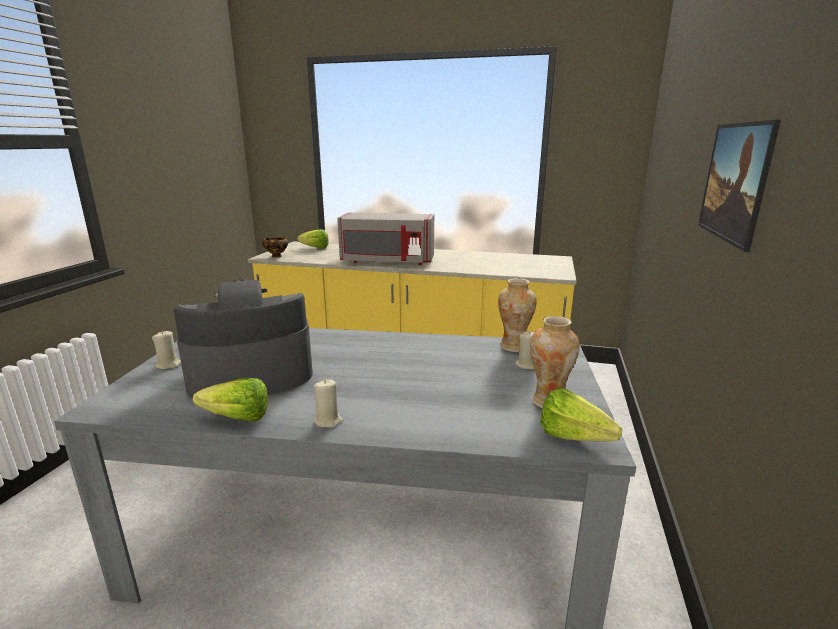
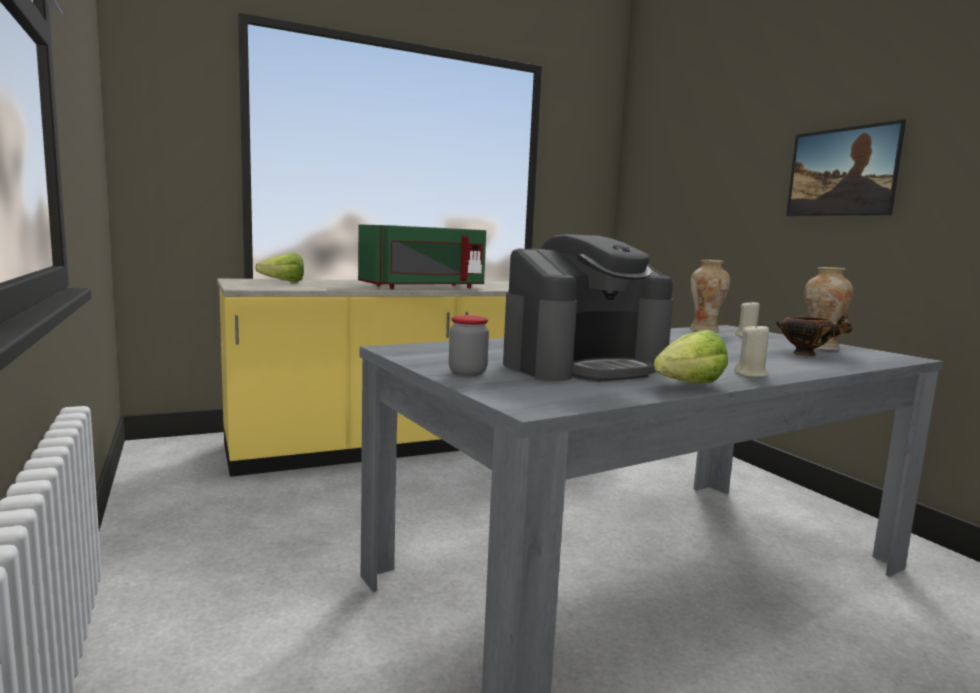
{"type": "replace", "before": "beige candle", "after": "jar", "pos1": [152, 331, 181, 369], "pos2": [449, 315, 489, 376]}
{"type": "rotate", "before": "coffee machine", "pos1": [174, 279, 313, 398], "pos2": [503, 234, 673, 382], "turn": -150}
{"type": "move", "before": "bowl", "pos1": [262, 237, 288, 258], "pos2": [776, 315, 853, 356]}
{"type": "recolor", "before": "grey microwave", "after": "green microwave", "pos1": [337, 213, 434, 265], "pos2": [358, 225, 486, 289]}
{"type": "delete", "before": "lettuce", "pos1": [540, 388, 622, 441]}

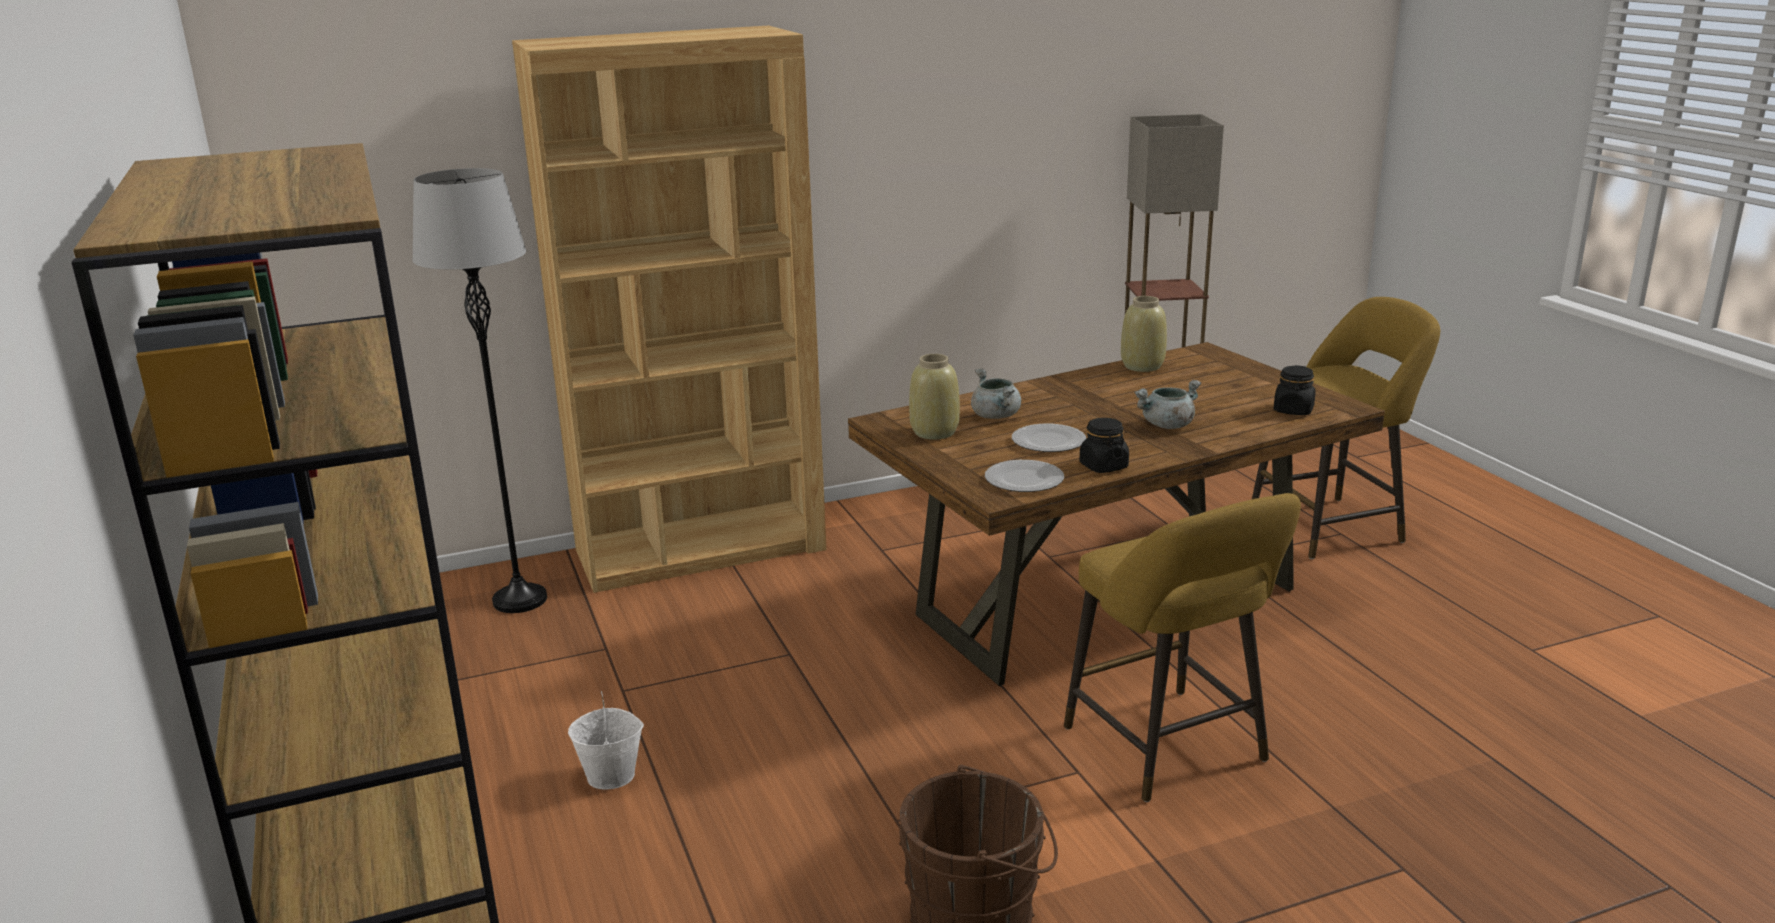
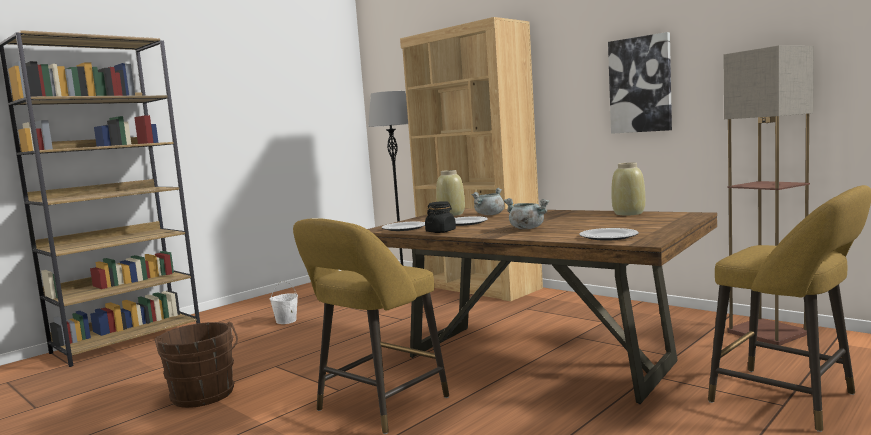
{"type": "replace", "before": "black jar", "after": "plate", "pos1": [1274, 365, 1316, 415], "pos2": [579, 228, 639, 241]}
{"type": "insert", "after": "picture", "pos2": [608, 32, 672, 134]}

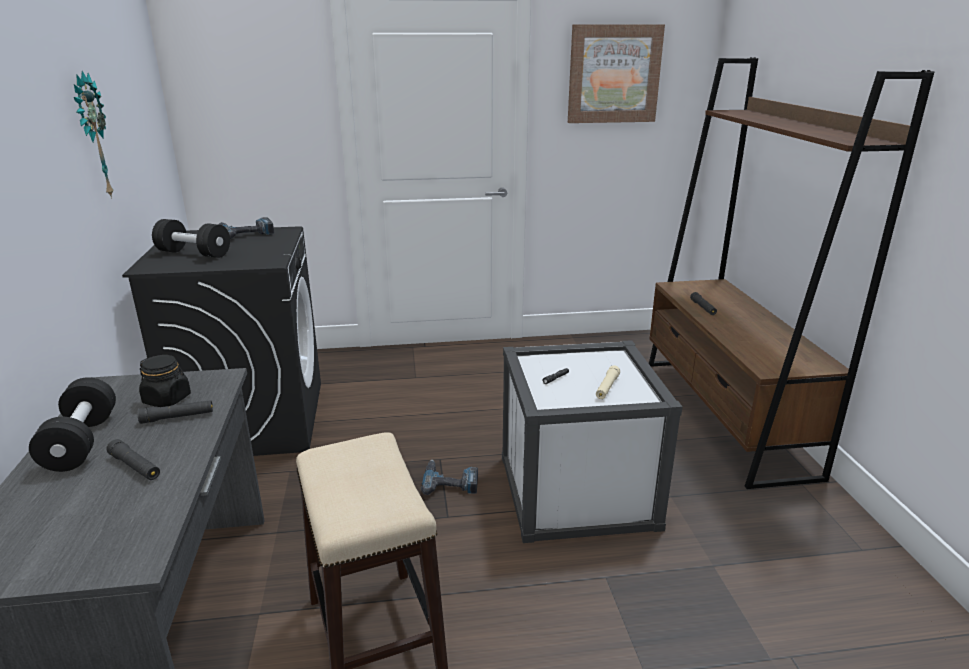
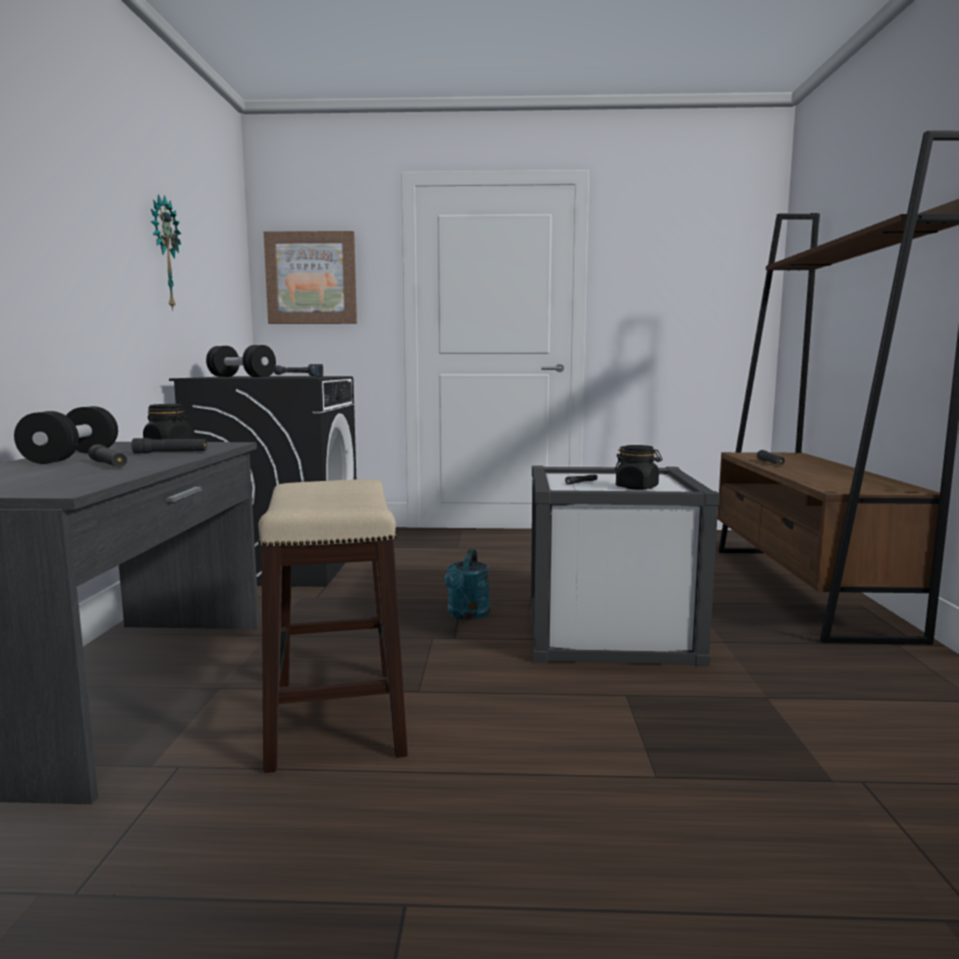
{"type": "replace", "before": "power drill", "after": "turquoise watering can", "pos1": [421, 460, 478, 495], "pos2": [444, 549, 490, 620]}
{"type": "move", "before": "picture", "pos1": [568, 24, 665, 123], "pos2": [264, 231, 357, 324]}
{"type": "replace", "before": "beige flashlight", "after": "black jar", "pos1": [596, 365, 620, 399], "pos2": [615, 445, 663, 490]}

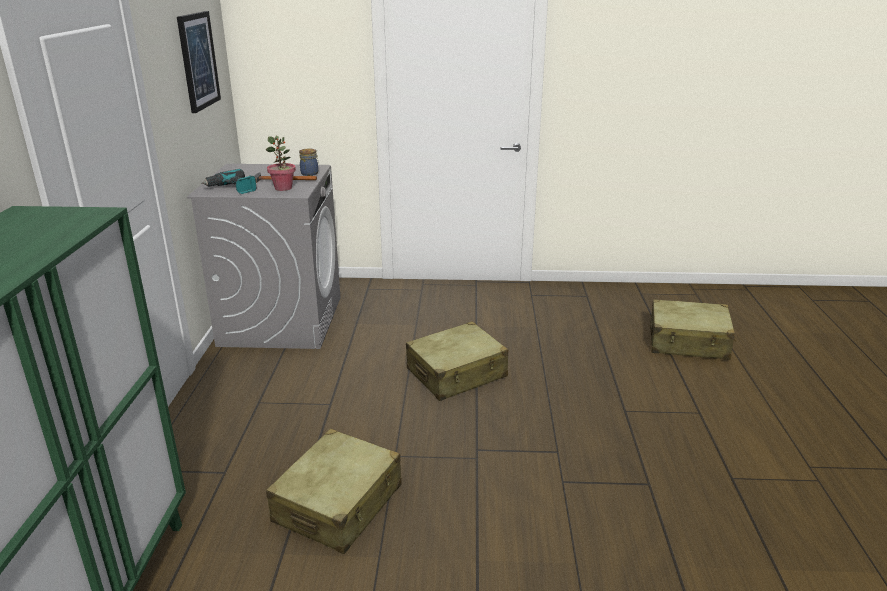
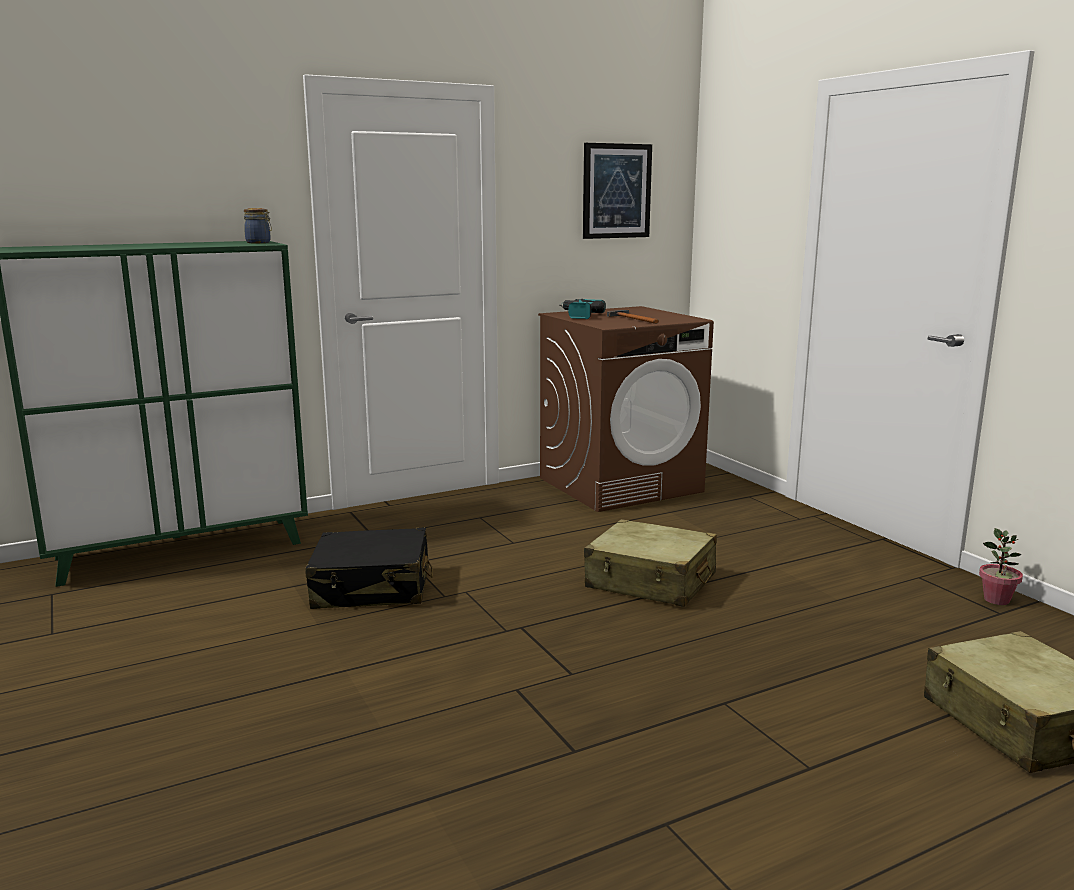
{"type": "recolor", "before": "grey washing machine", "after": "brown washing machine", "pos1": [187, 164, 340, 349], "pos2": [538, 306, 714, 512]}
{"type": "move", "before": "potted plant", "pos1": [266, 136, 296, 191], "pos2": [979, 528, 1023, 605]}
{"type": "recolor", "before": "beige suitcase", "after": "black suitcase", "pos1": [266, 429, 402, 554], "pos2": [305, 528, 433, 609]}
{"type": "move", "before": "jar", "pos1": [299, 149, 319, 176], "pos2": [244, 208, 272, 243]}

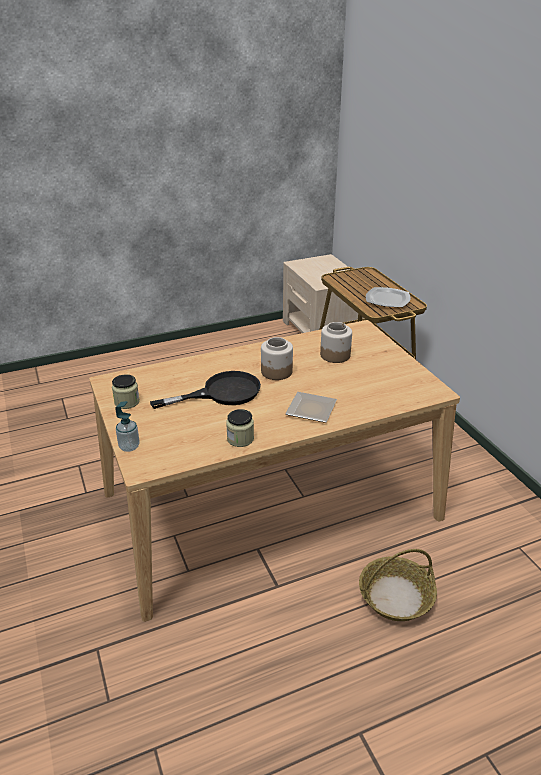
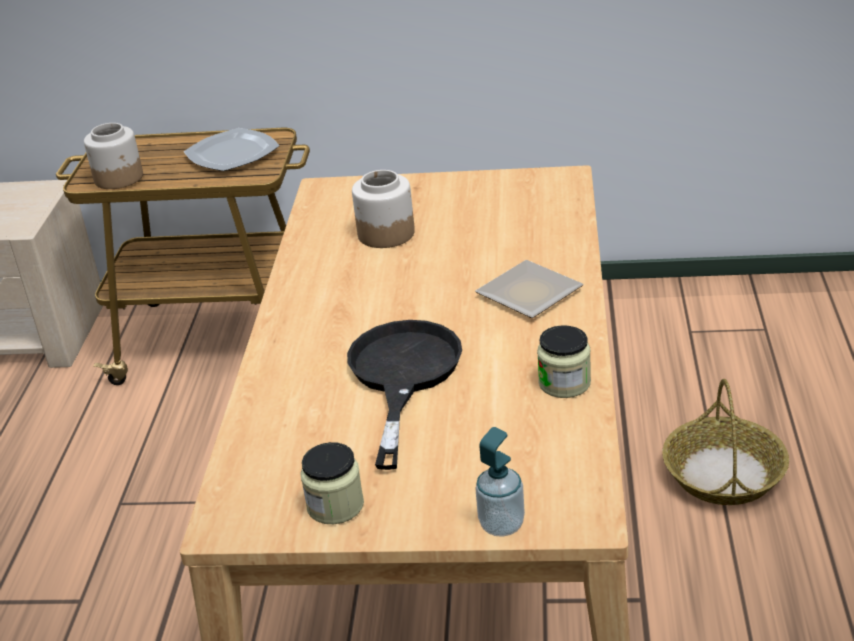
{"type": "move", "before": "jar", "pos1": [261, 337, 293, 380], "pos2": [84, 123, 143, 189]}

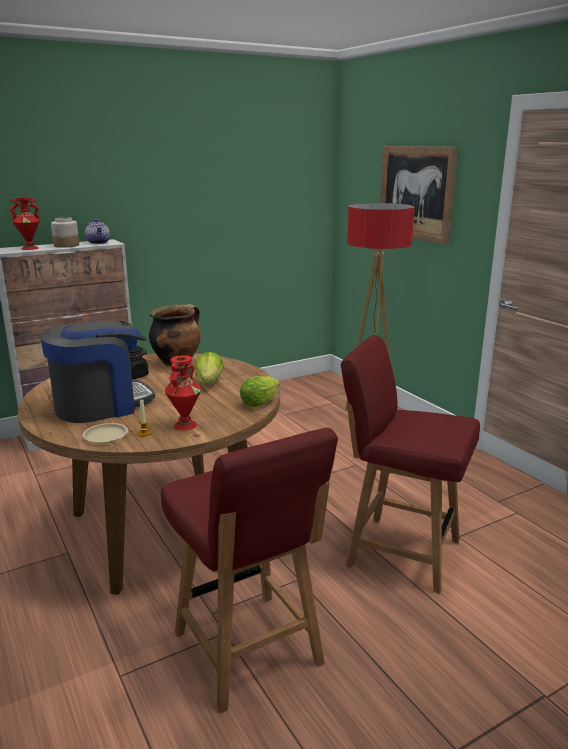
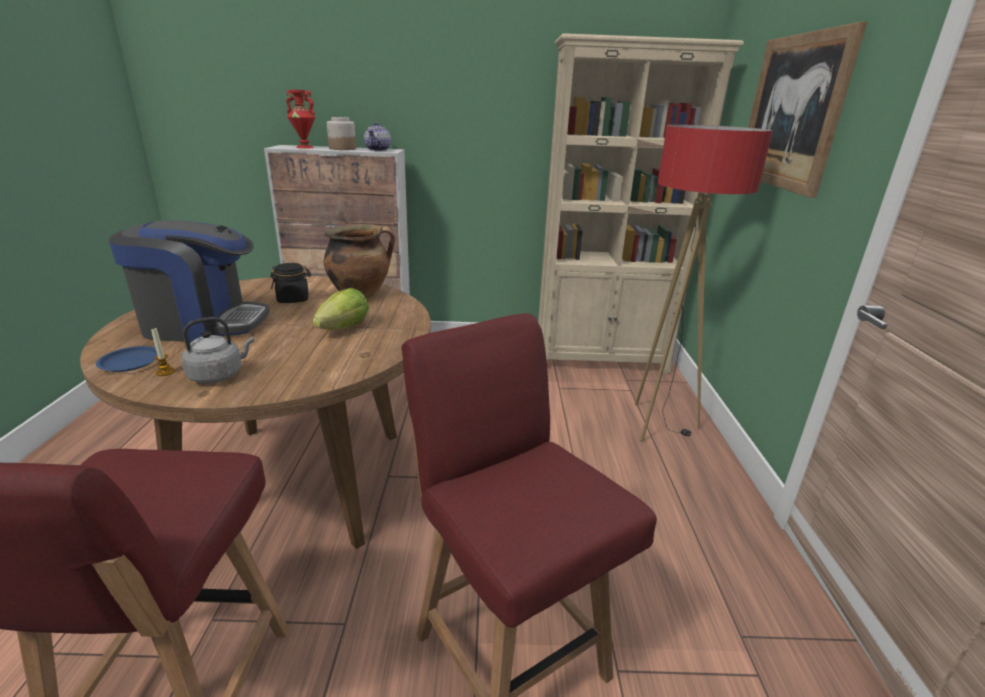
{"type": "recolor", "before": "beige plate", "after": "blue plate", "pos1": [82, 423, 128, 443], "pos2": [96, 346, 158, 372]}
{"type": "replace", "before": "red vase", "after": "grey kettle", "pos1": [165, 355, 202, 431], "pos2": [181, 317, 254, 383]}
{"type": "delete", "before": "lettuce", "pos1": [240, 376, 280, 407]}
{"type": "insert", "after": "beige bookcase", "pos2": [538, 33, 744, 373]}

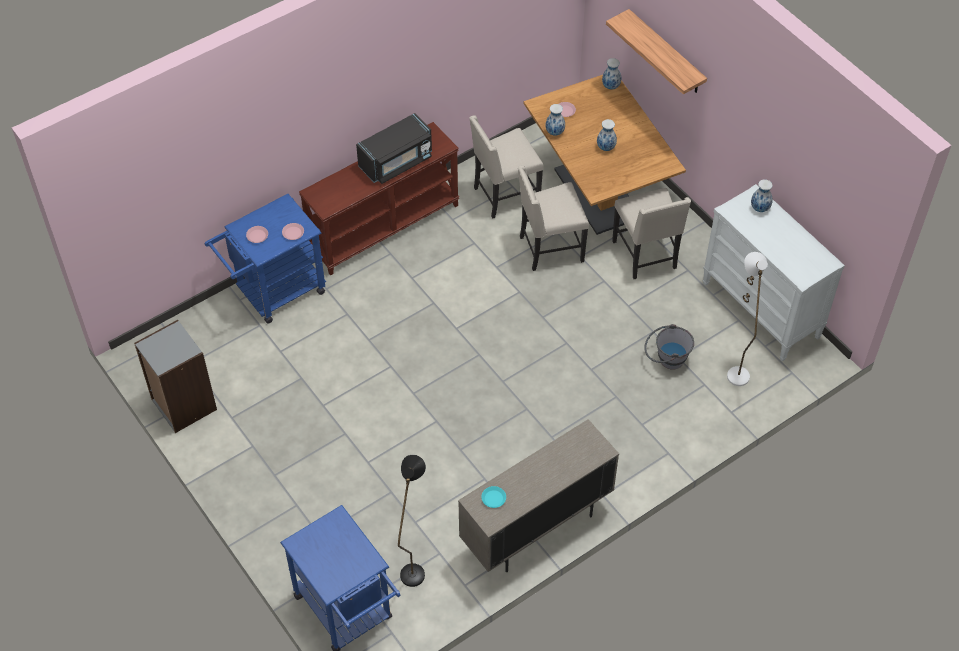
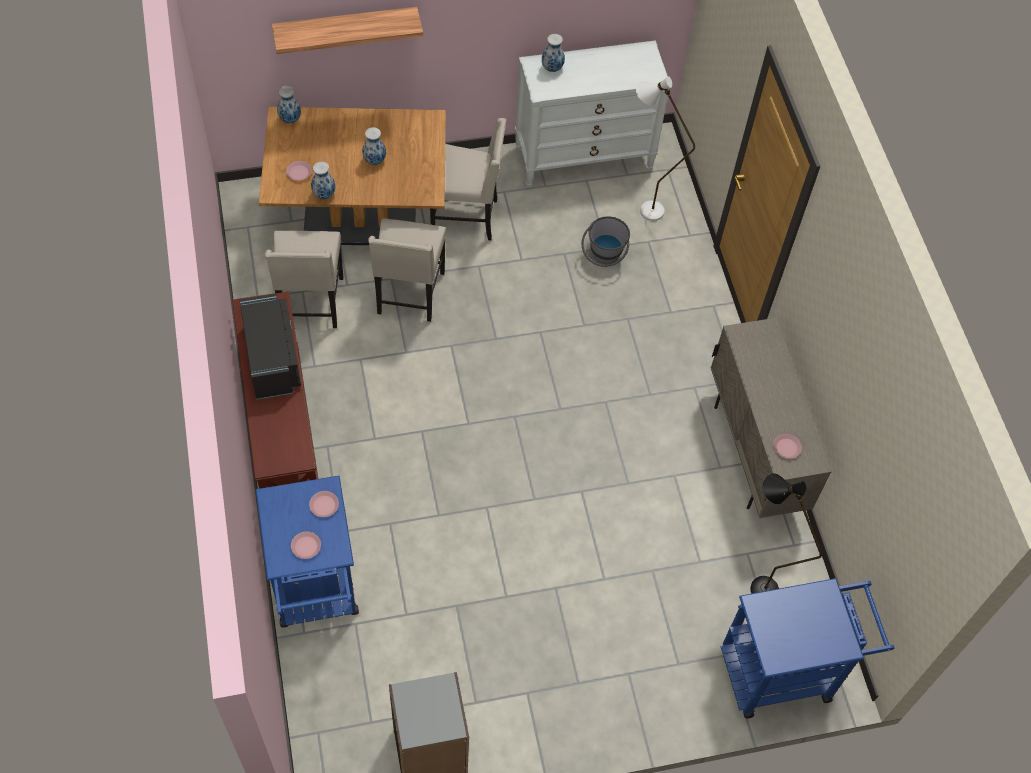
{"type": "recolor", "before": "turquoise plate", "after": "pink plate", "pos1": [481, 486, 506, 508], "pos2": [774, 434, 802, 459]}

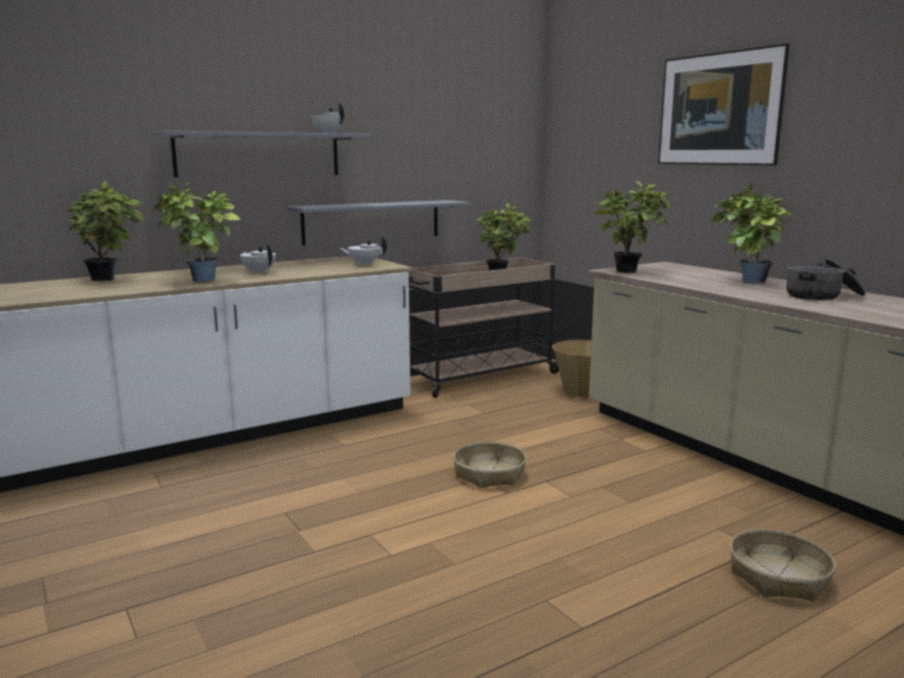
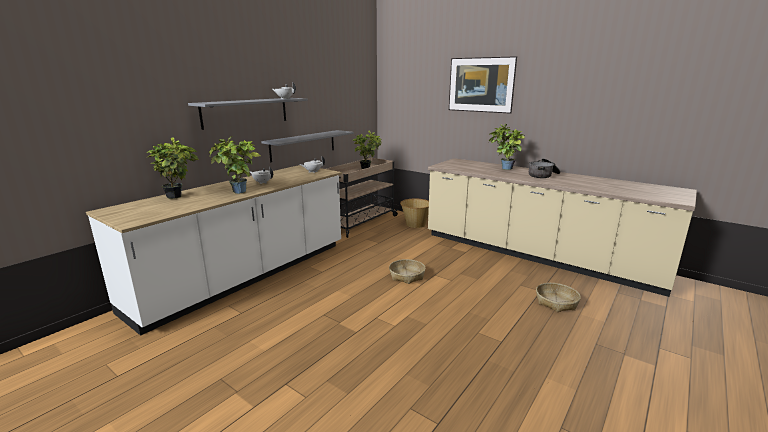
{"type": "delete", "before": "potted plant", "pos1": [593, 181, 671, 273]}

